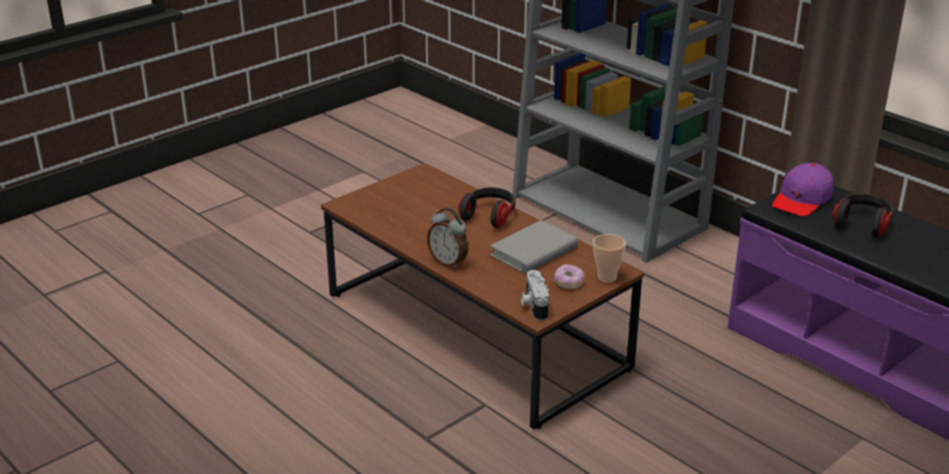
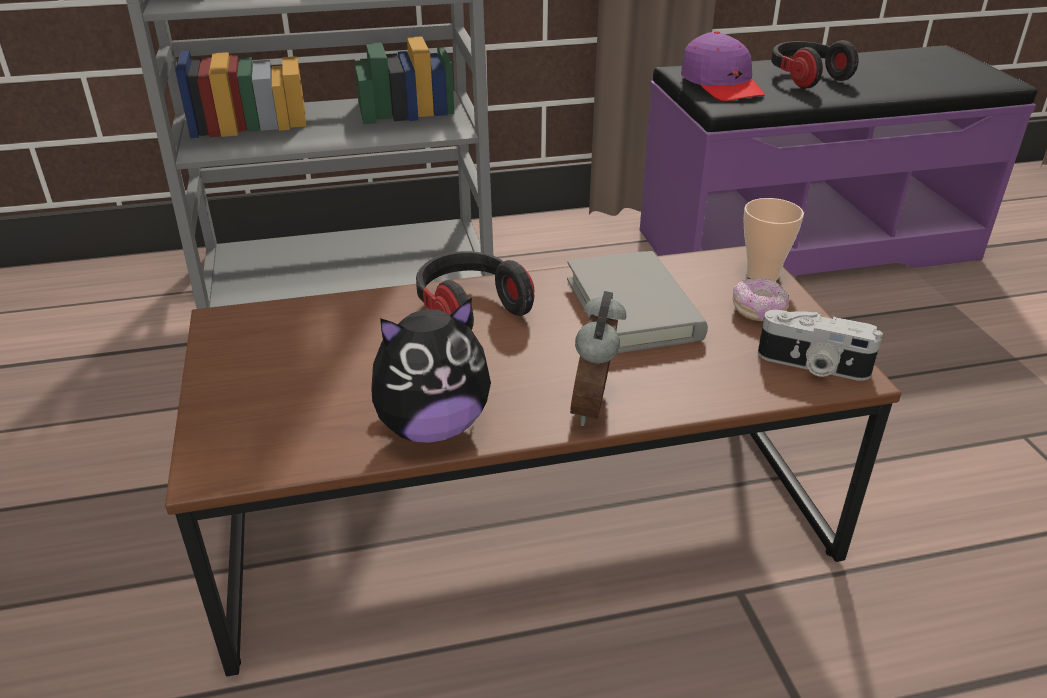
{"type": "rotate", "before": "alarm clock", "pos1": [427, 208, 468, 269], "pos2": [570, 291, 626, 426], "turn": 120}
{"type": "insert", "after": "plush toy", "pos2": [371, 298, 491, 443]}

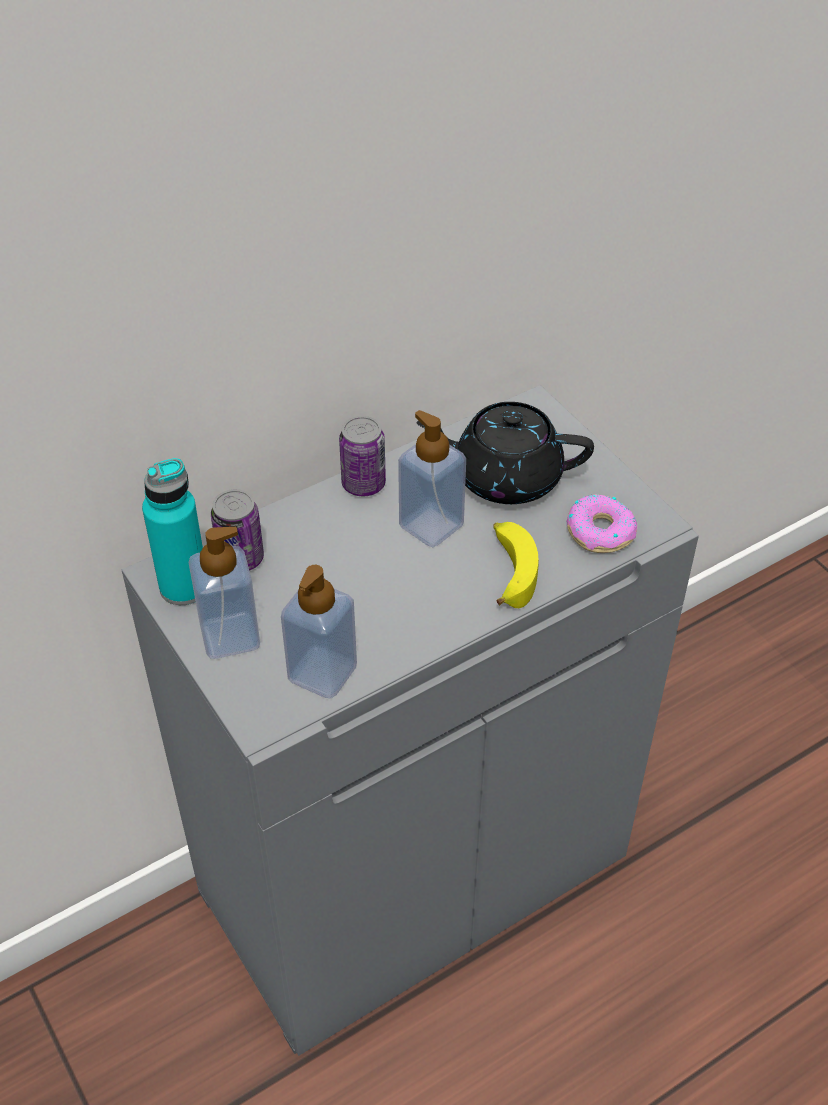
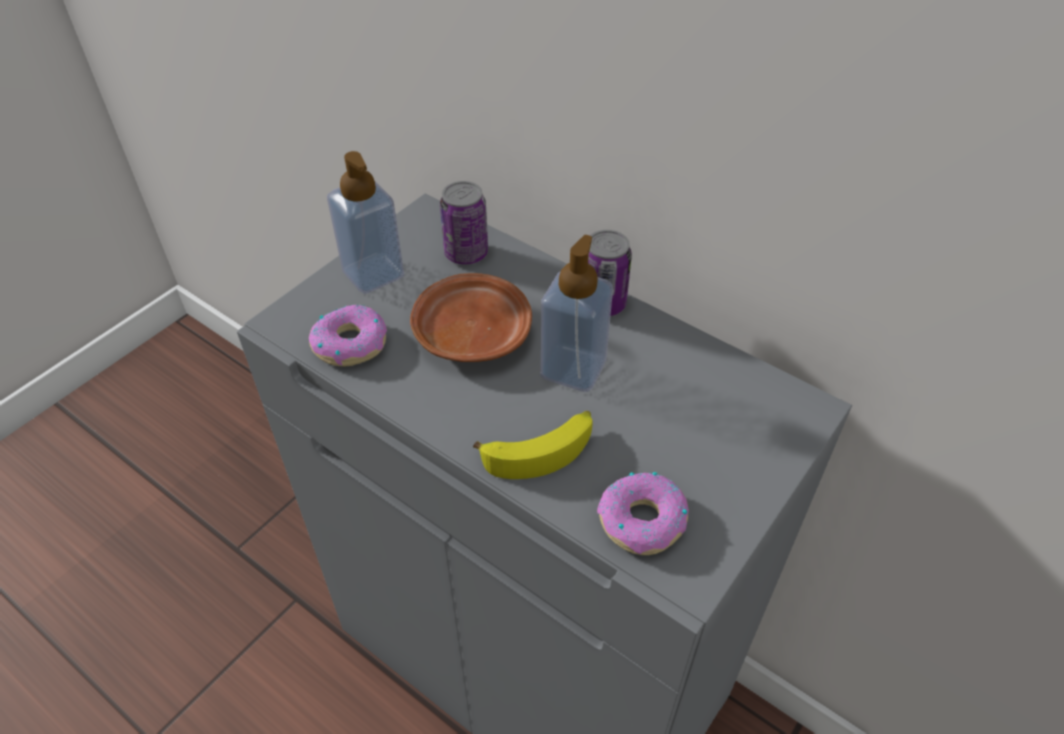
{"type": "delete", "before": "turquoise bottle", "pos1": [142, 458, 203, 605]}
{"type": "replace", "before": "soap dispenser", "after": "donut", "pos1": [281, 565, 357, 698], "pos2": [309, 304, 387, 367]}
{"type": "delete", "before": "black teapot", "pos1": [416, 402, 594, 504]}
{"type": "insert", "after": "brown plate", "pos2": [410, 273, 532, 362]}

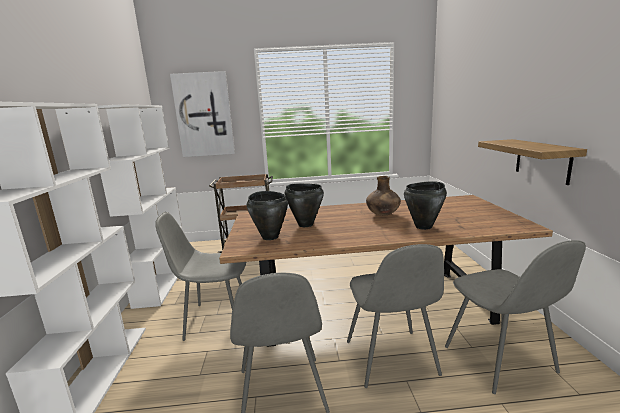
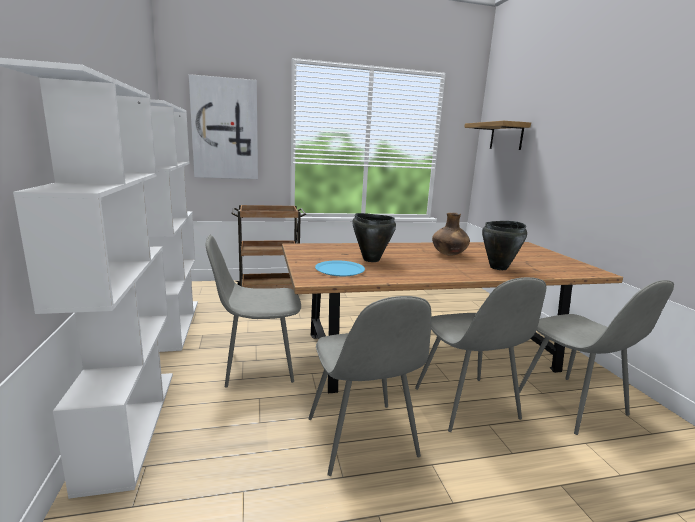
{"type": "replace", "before": "black cooking pot", "after": "blue plate", "pos1": [247, 191, 288, 240], "pos2": [315, 260, 365, 276]}
{"type": "move", "before": "shelf", "pos1": [478, 139, 587, 185], "pos2": [464, 121, 531, 150]}

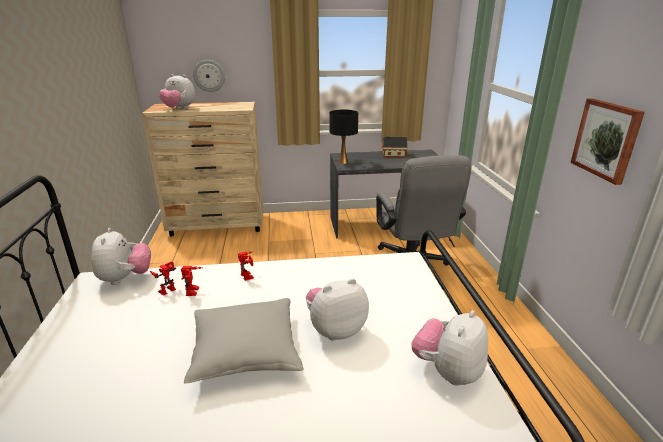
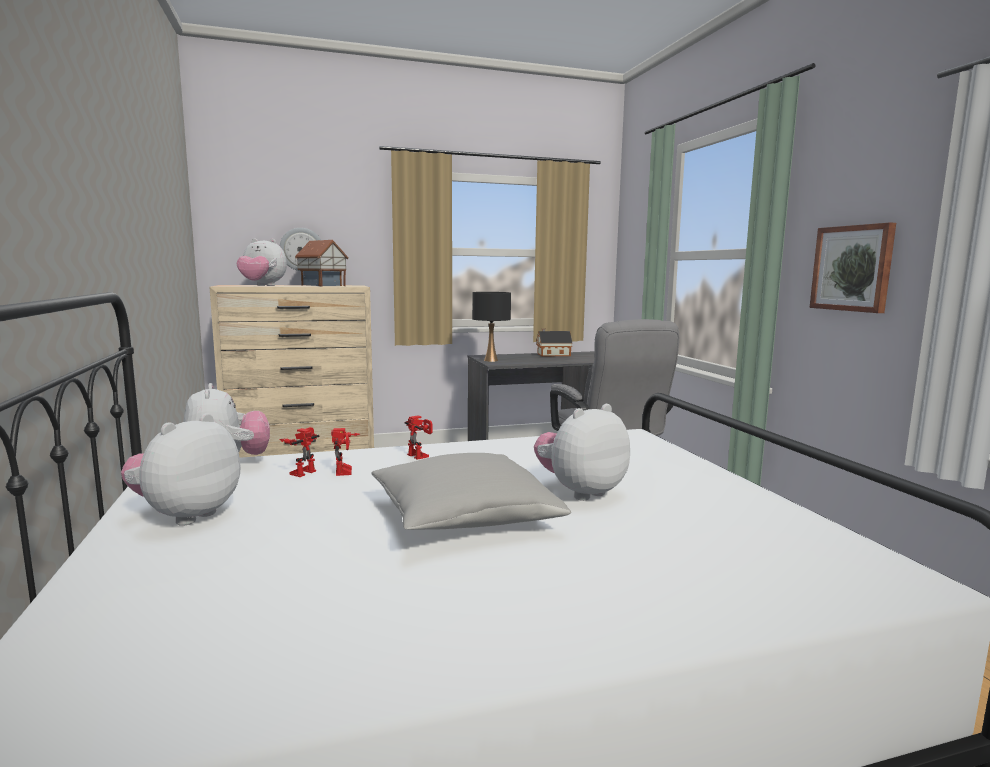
{"type": "move", "before": "plush toy", "pos1": [411, 310, 488, 386], "pos2": [121, 413, 241, 526]}
{"type": "insert", "after": "toy house", "pos2": [295, 240, 348, 287]}

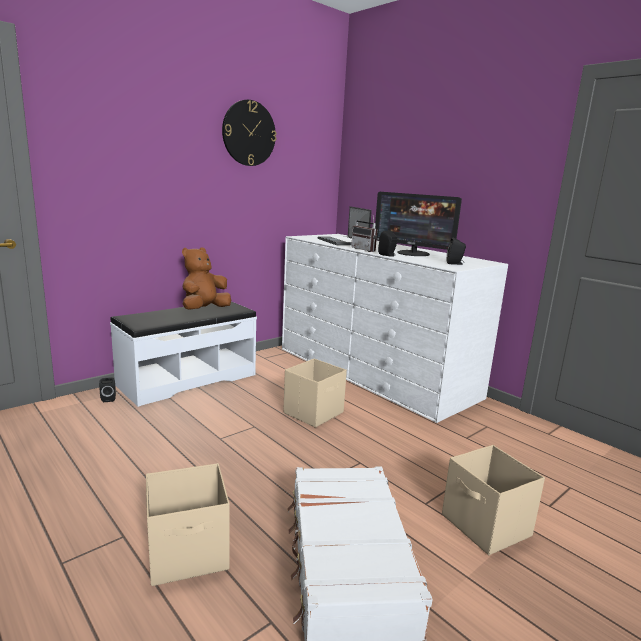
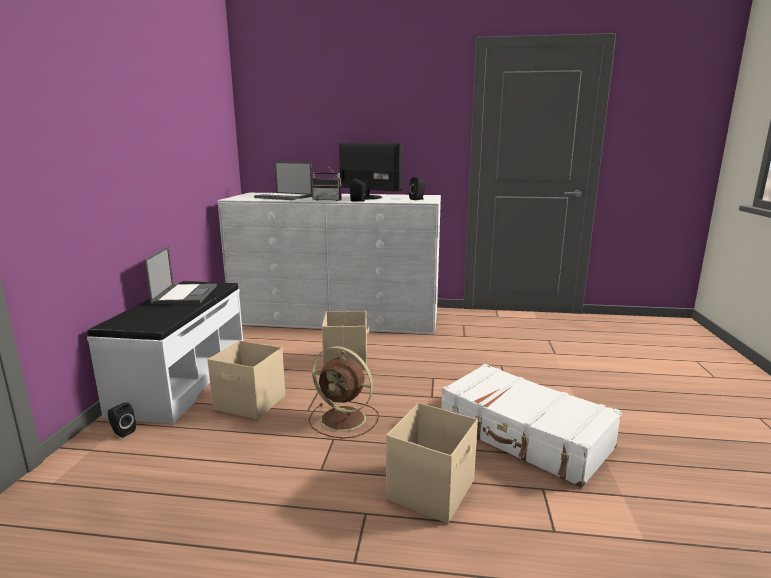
{"type": "replace", "before": "brown plush toy", "after": "laptop", "pos1": [182, 248, 231, 310], "pos2": [144, 246, 217, 304]}
{"type": "delete", "before": "wall clock", "pos1": [222, 100, 276, 166]}
{"type": "rotate", "before": "monitor", "pos1": [375, 192, 462, 256], "pos2": [339, 143, 403, 199], "turn": -135}
{"type": "move", "before": "beige storage box", "pos1": [442, 445, 545, 555], "pos2": [207, 341, 285, 420]}
{"type": "insert", "after": "brown fan", "pos2": [309, 346, 379, 439]}

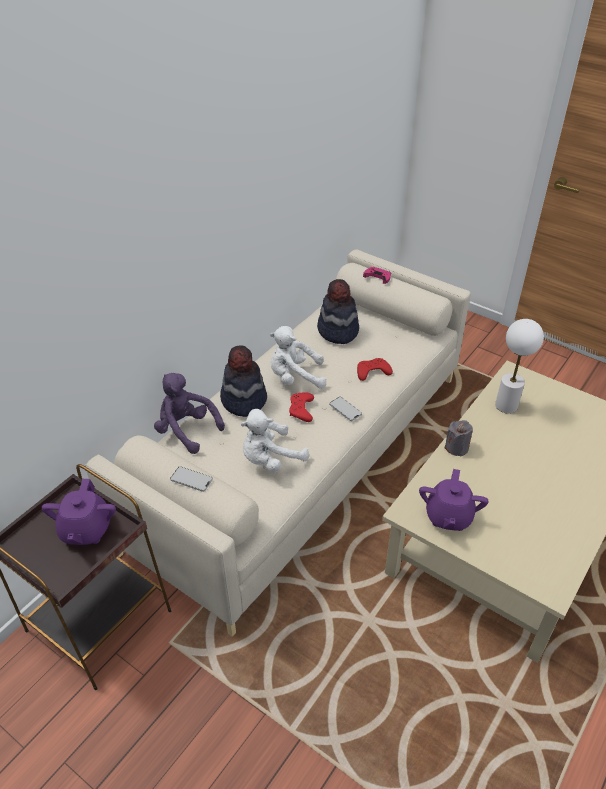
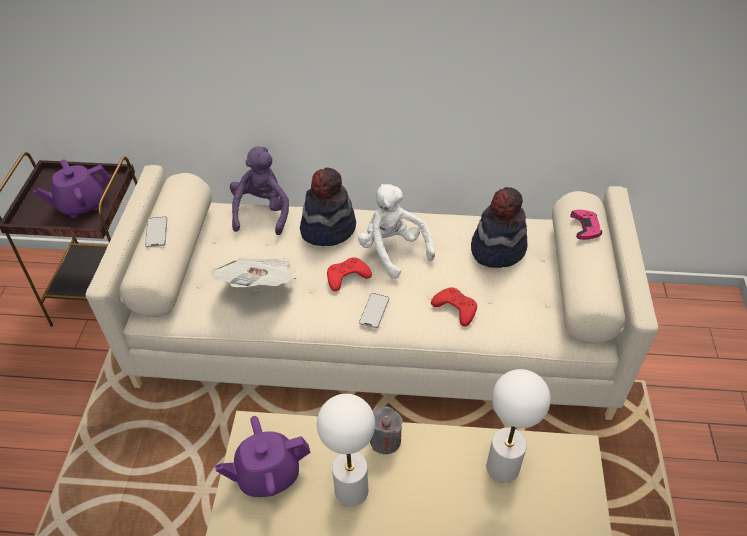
{"type": "replace", "before": "white plush toy", "after": "newspaper", "pos1": [240, 409, 309, 472], "pos2": [211, 258, 296, 287]}
{"type": "insert", "after": "white table lamp", "pos2": [317, 394, 375, 507]}

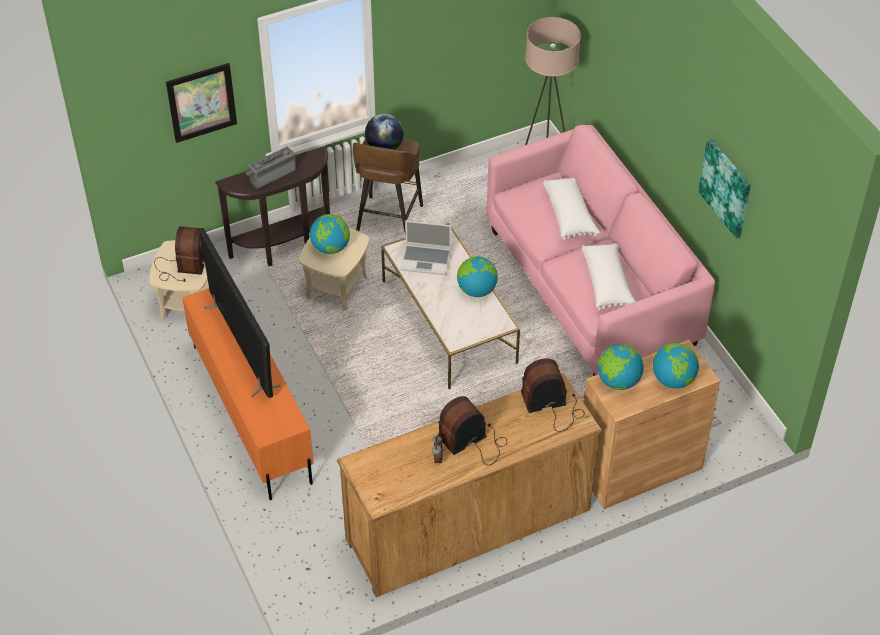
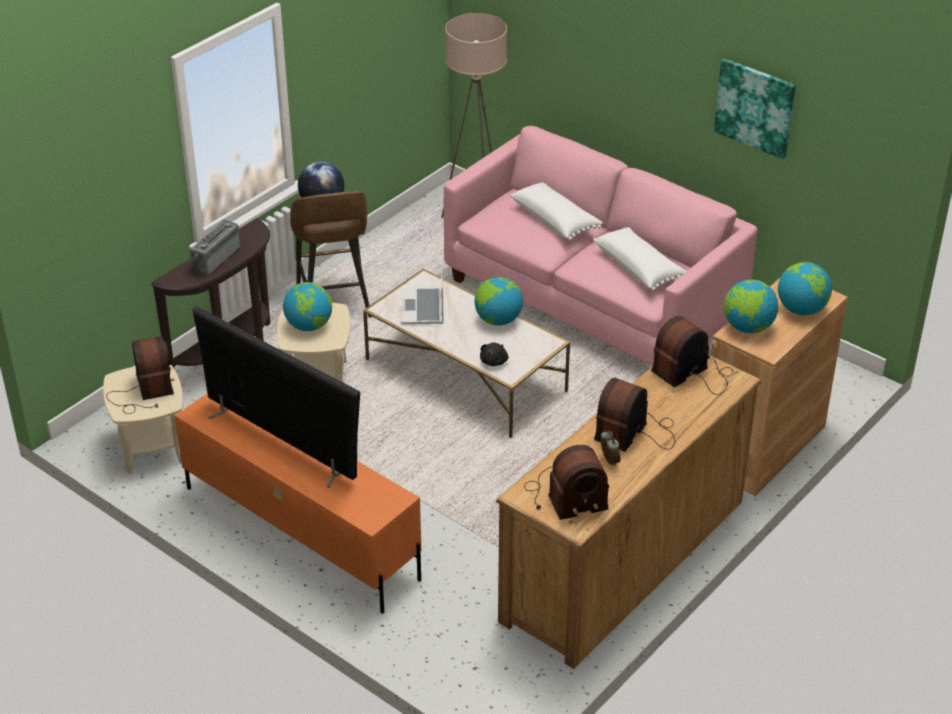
{"type": "delete", "before": "picture", "pos1": [166, 63, 237, 143]}
{"type": "rotate", "before": "laptop", "pos1": [400, 220, 451, 275], "pos2": [401, 255, 444, 324], "turn": 105}
{"type": "insert", "after": "black plush toy", "pos2": [480, 343, 509, 366]}
{"type": "insert", "after": "radio", "pos2": [524, 445, 609, 520]}

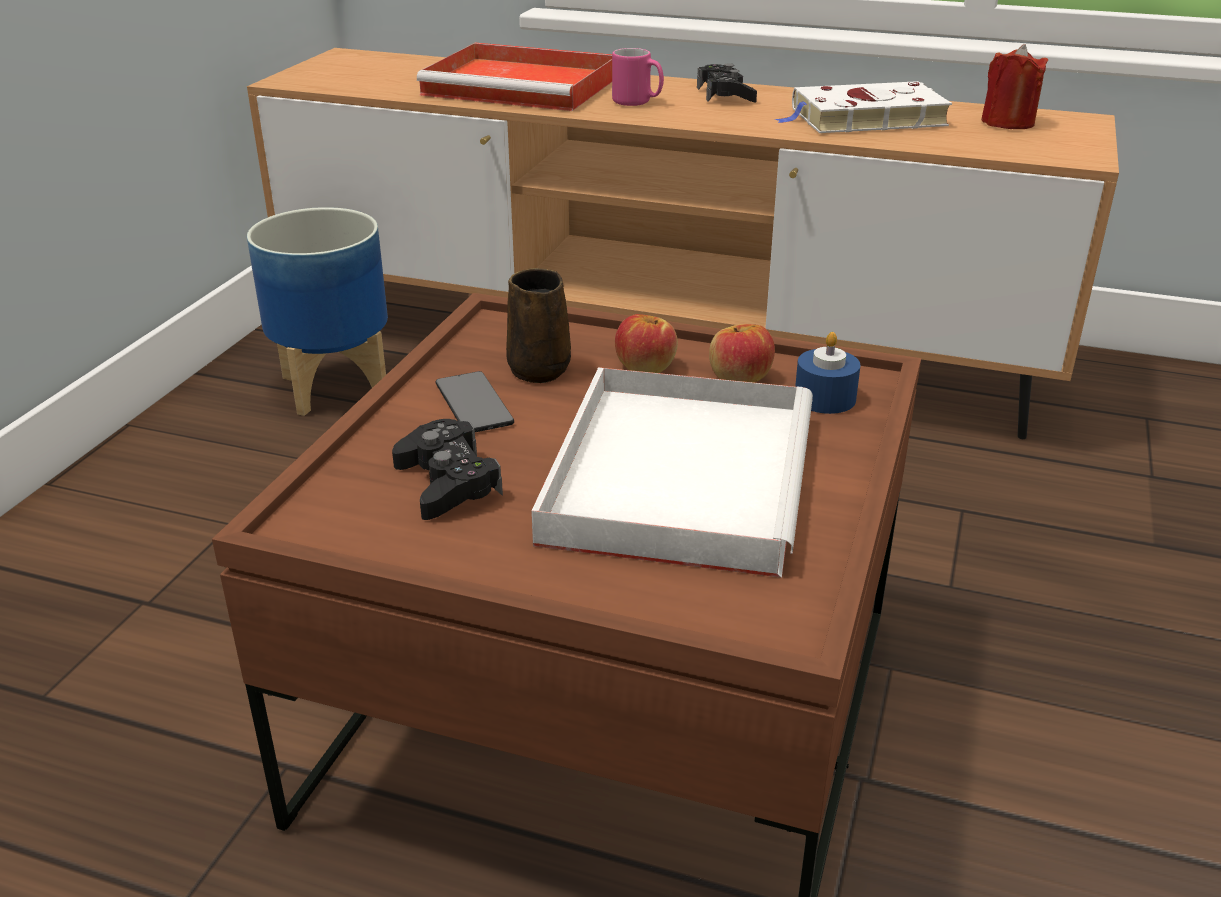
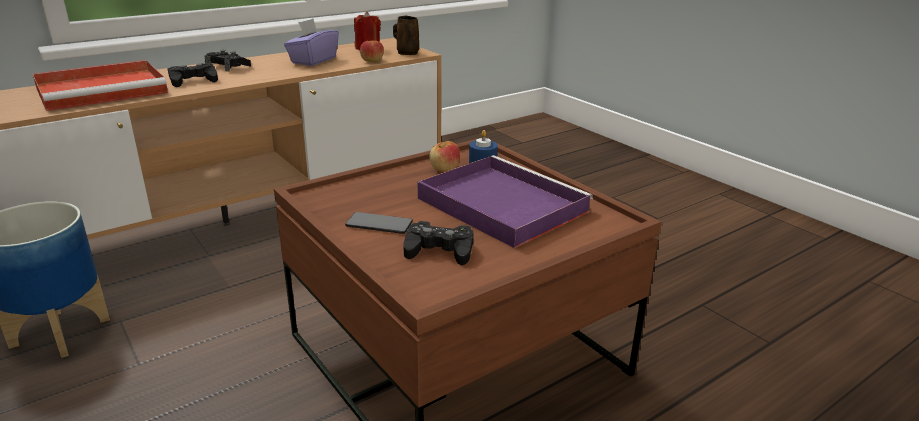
{"type": "move", "before": "brown mug", "pos1": [506, 268, 571, 383], "pos2": [393, 16, 419, 55]}
{"type": "recolor", "before": "white tray", "after": "purple tray", "pos1": [531, 367, 813, 578], "pos2": [418, 155, 593, 248]}
{"type": "replace", "before": "pink mug", "after": "black game controller", "pos1": [612, 48, 664, 106], "pos2": [168, 63, 218, 87]}
{"type": "move", "before": "apple", "pos1": [615, 314, 678, 373], "pos2": [360, 41, 384, 62]}
{"type": "replace", "before": "white book", "after": "purple tissue box", "pos1": [775, 81, 952, 133], "pos2": [284, 19, 339, 66]}

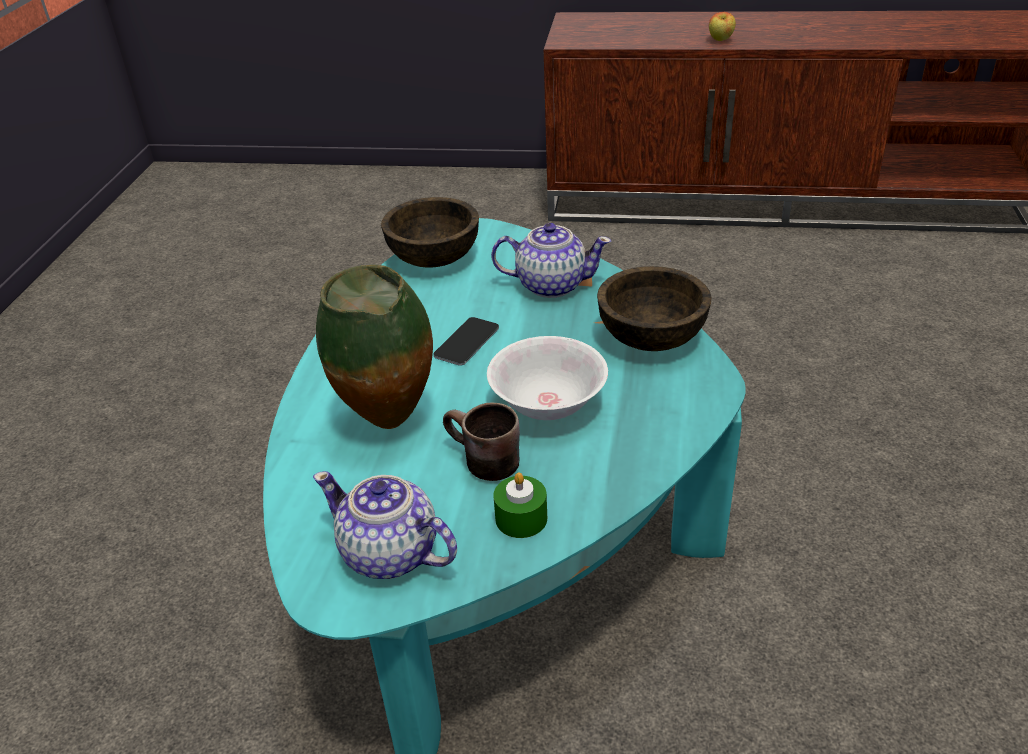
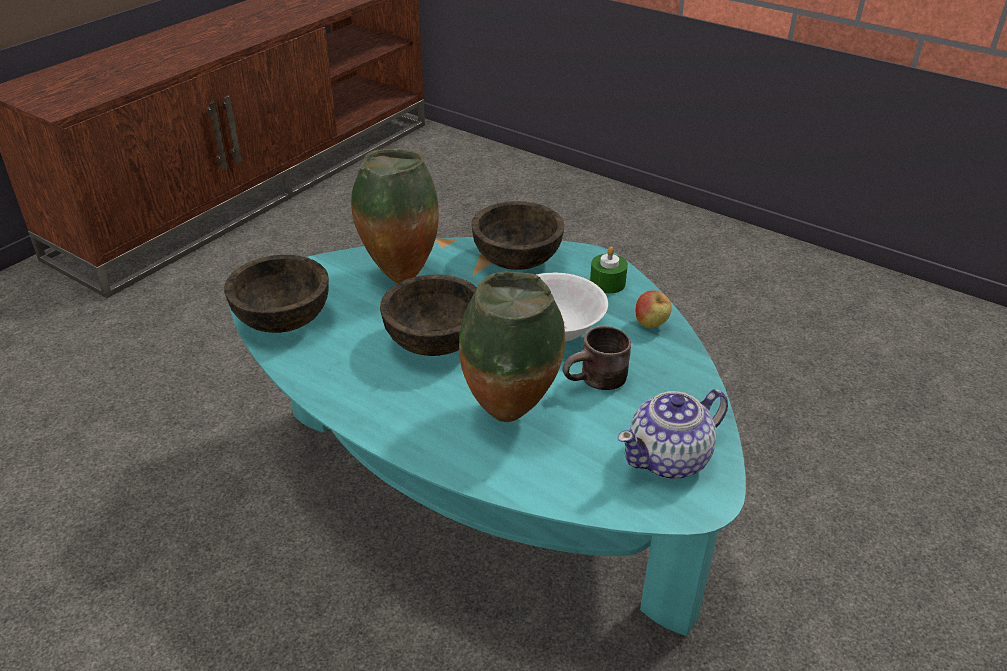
{"type": "replace", "before": "phone", "after": "brown bowl", "pos1": [433, 317, 499, 366], "pos2": [380, 274, 477, 356]}
{"type": "replace", "before": "teapot", "after": "vase", "pos1": [491, 223, 611, 298], "pos2": [351, 149, 439, 283]}
{"type": "move", "before": "green candle", "pos1": [493, 472, 547, 538], "pos2": [590, 247, 628, 294]}
{"type": "move", "before": "apple", "pos1": [709, 12, 736, 41], "pos2": [636, 290, 672, 328]}

